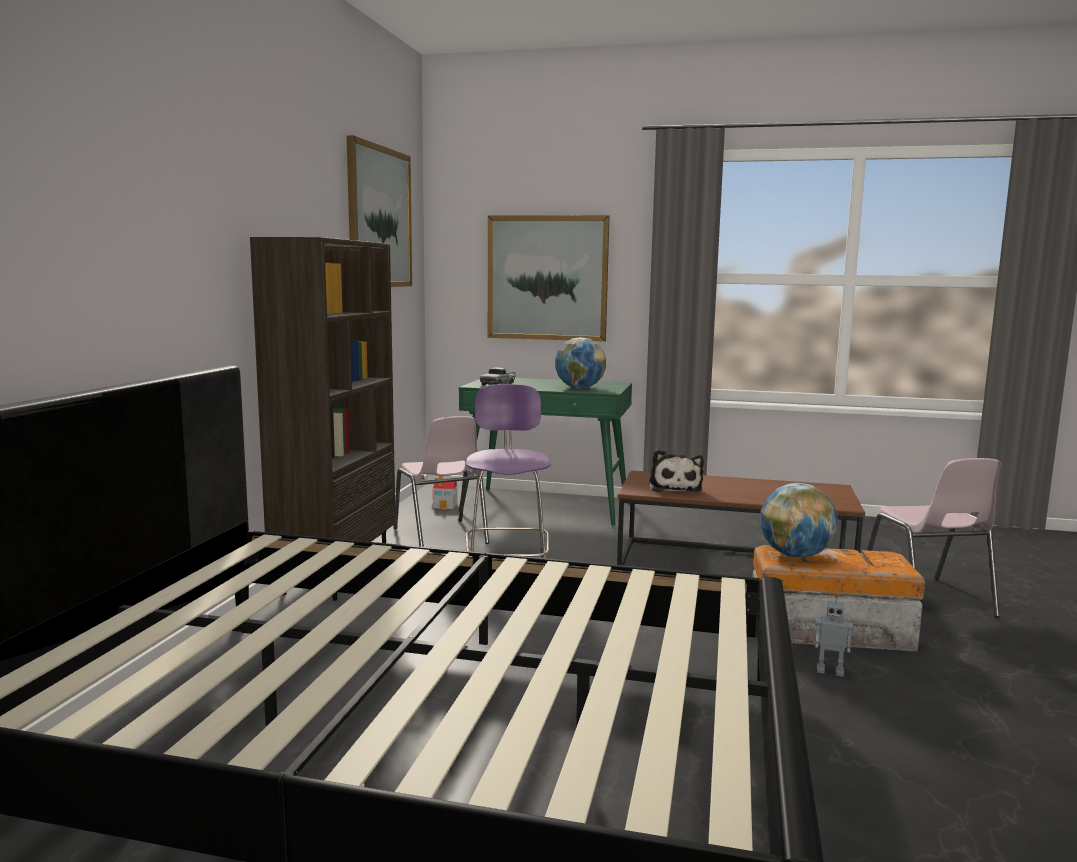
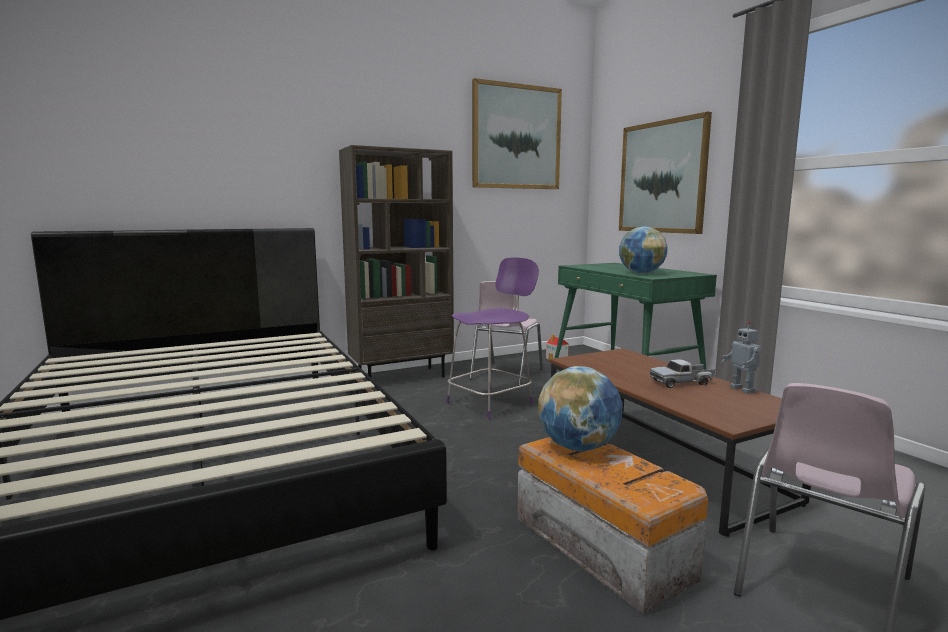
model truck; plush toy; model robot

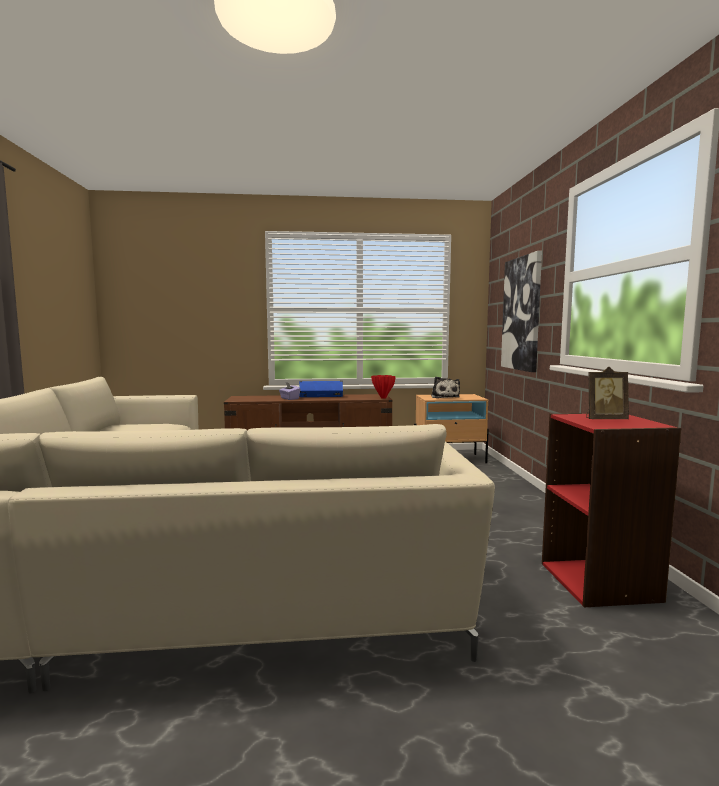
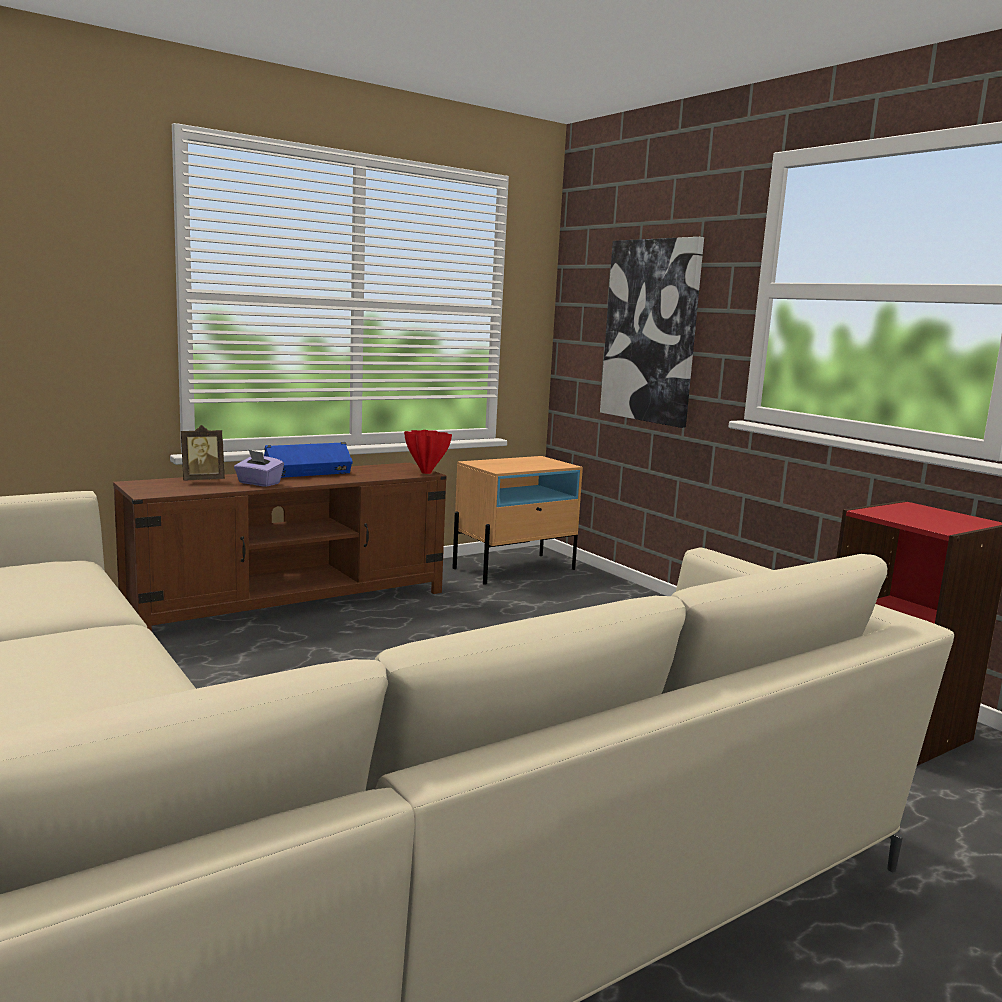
standing frame; plush toy

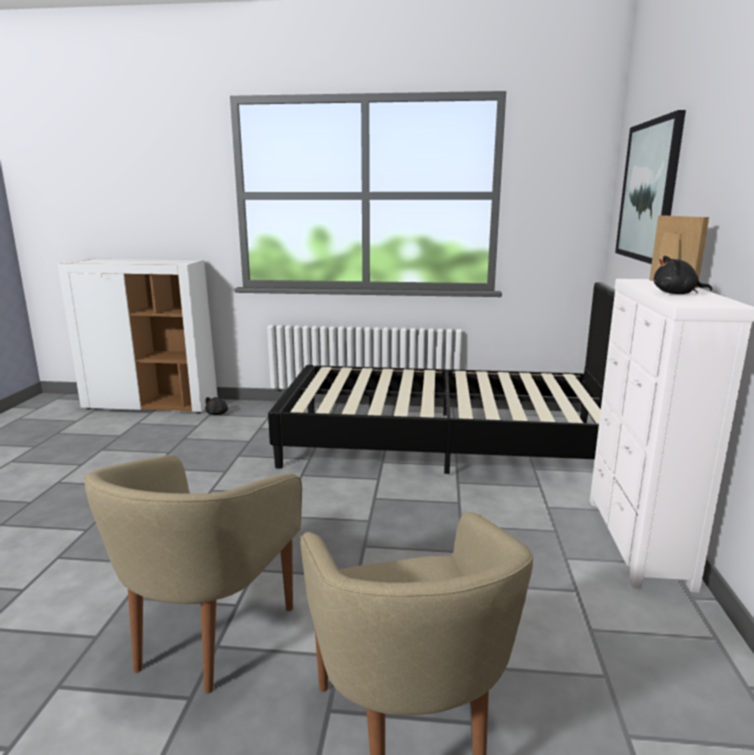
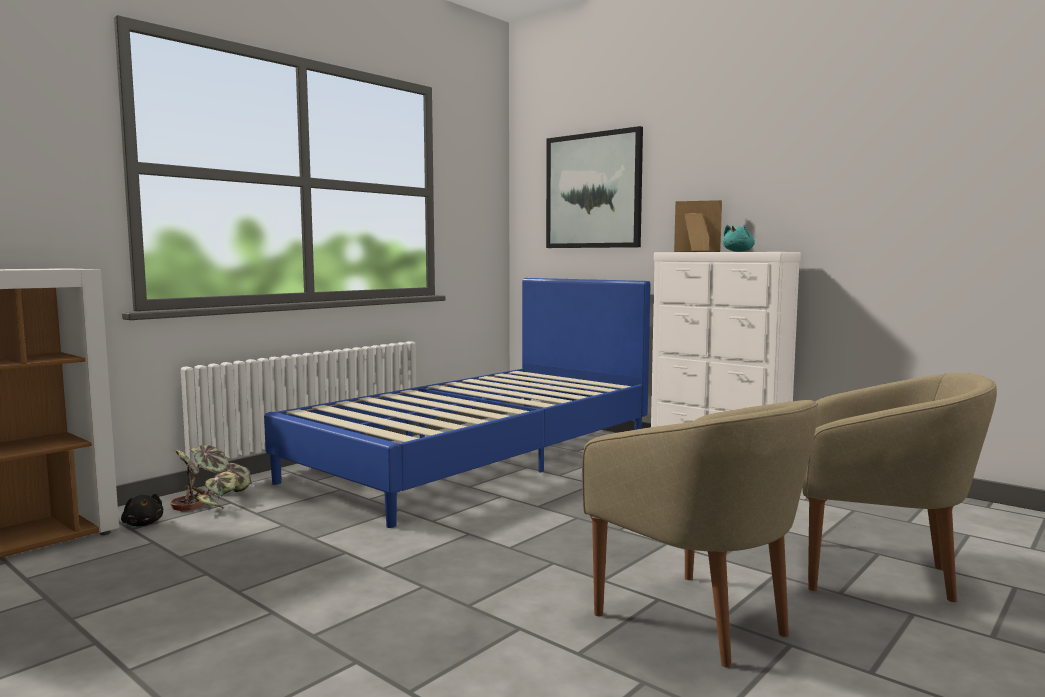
turquoise plush toy; blue-coloured bedroom bed; plant in a pot

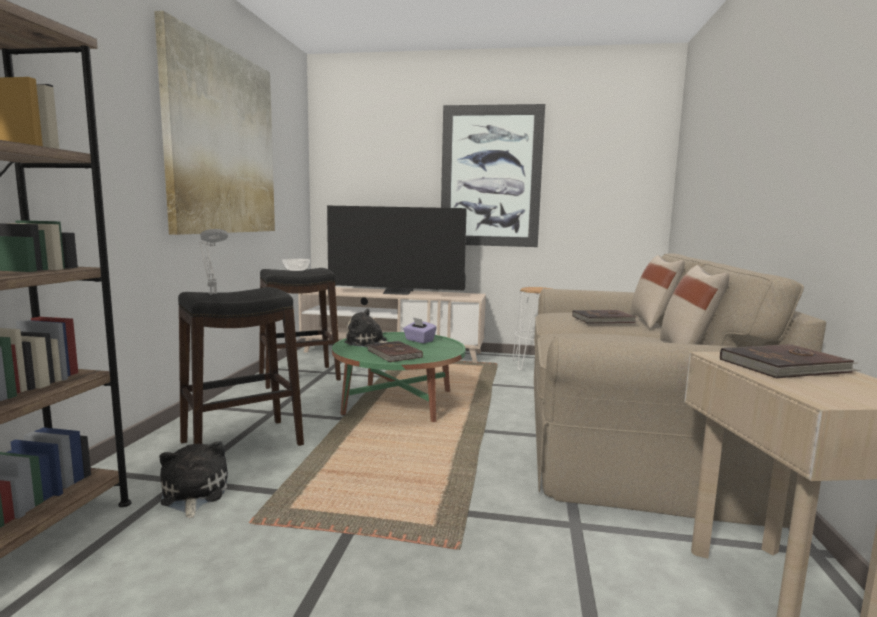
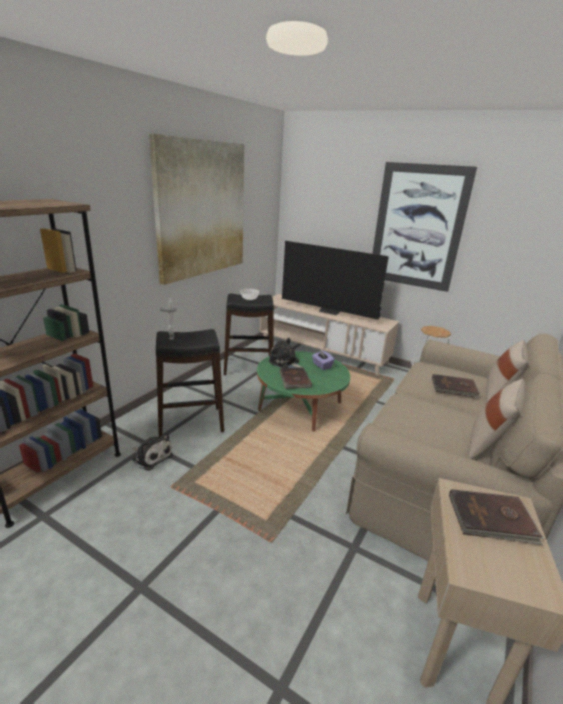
plush toy (no. 1 from left)

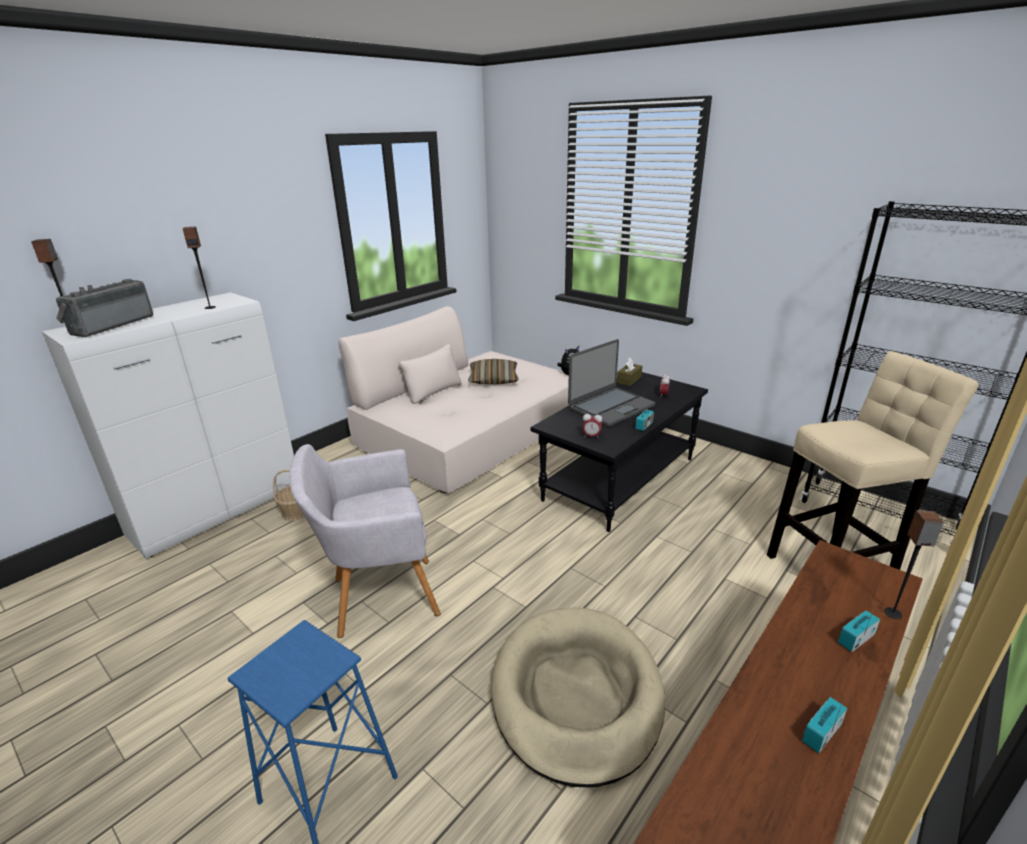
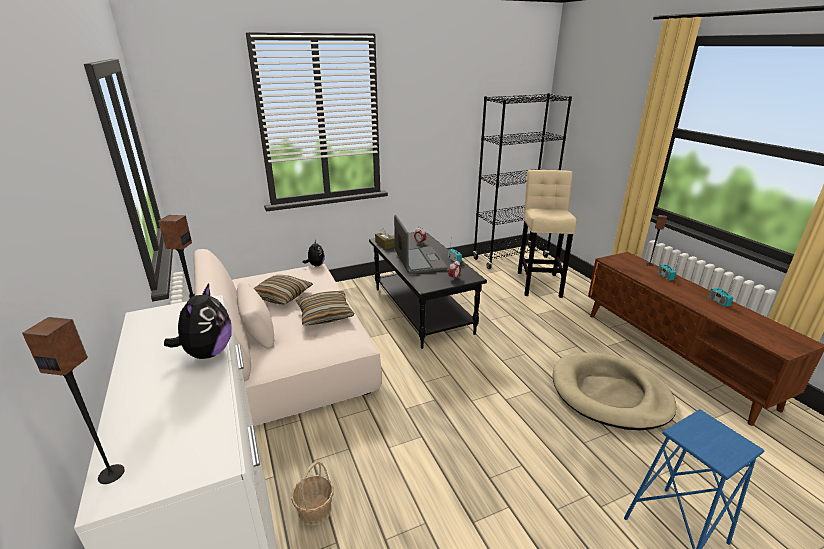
radio set (no. 1 from left in the first image); greyish easy chair; plush toy (no. 1 from left); cushion (no. 2 from left)

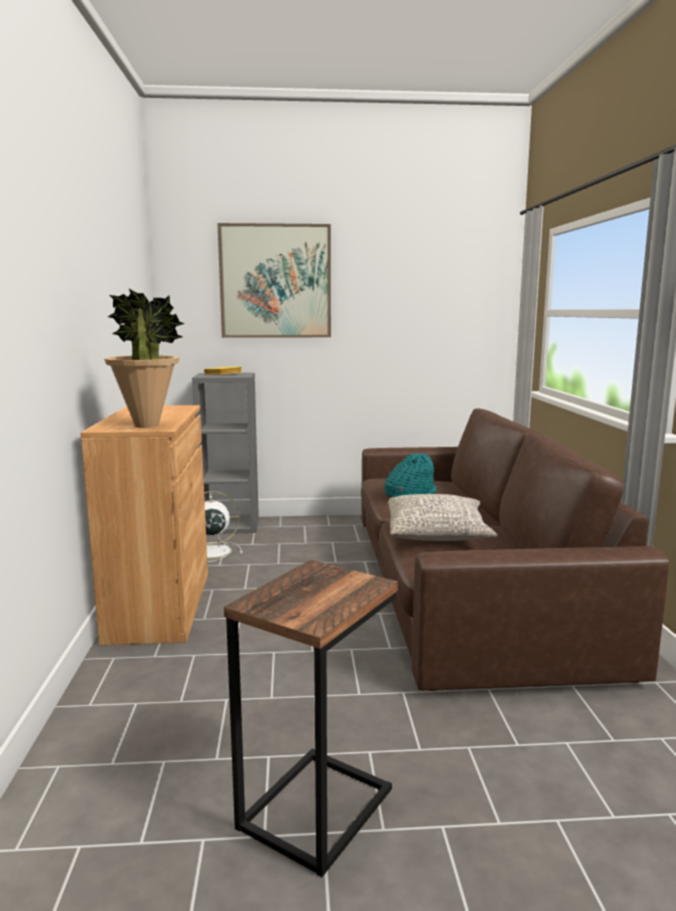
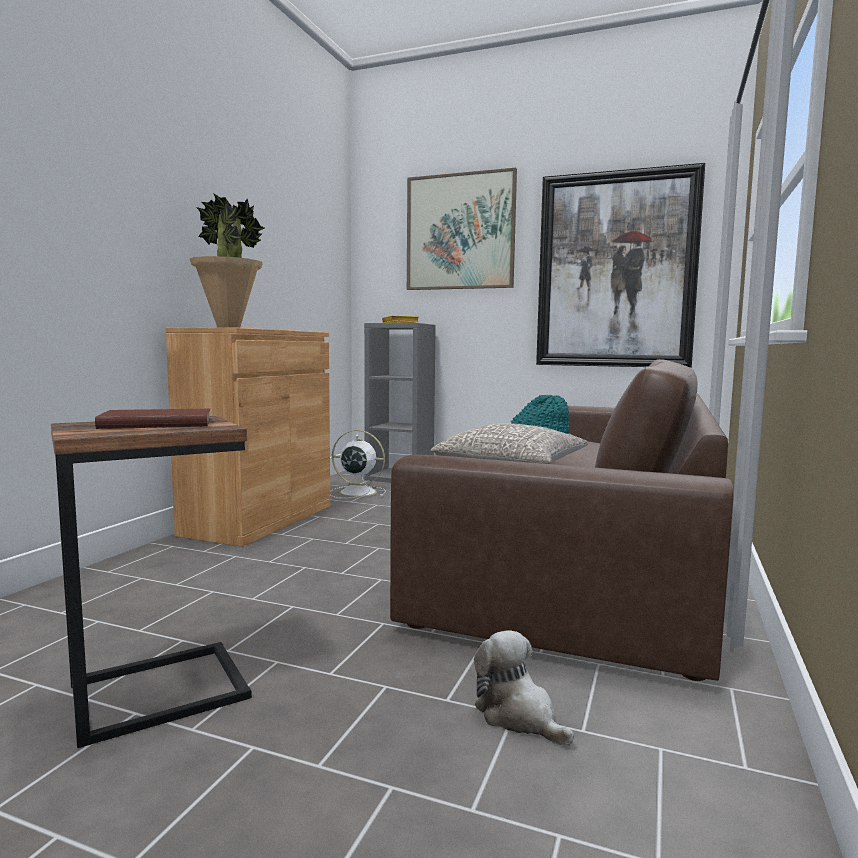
picture (no. 2 from left); brownish volume; plush toy

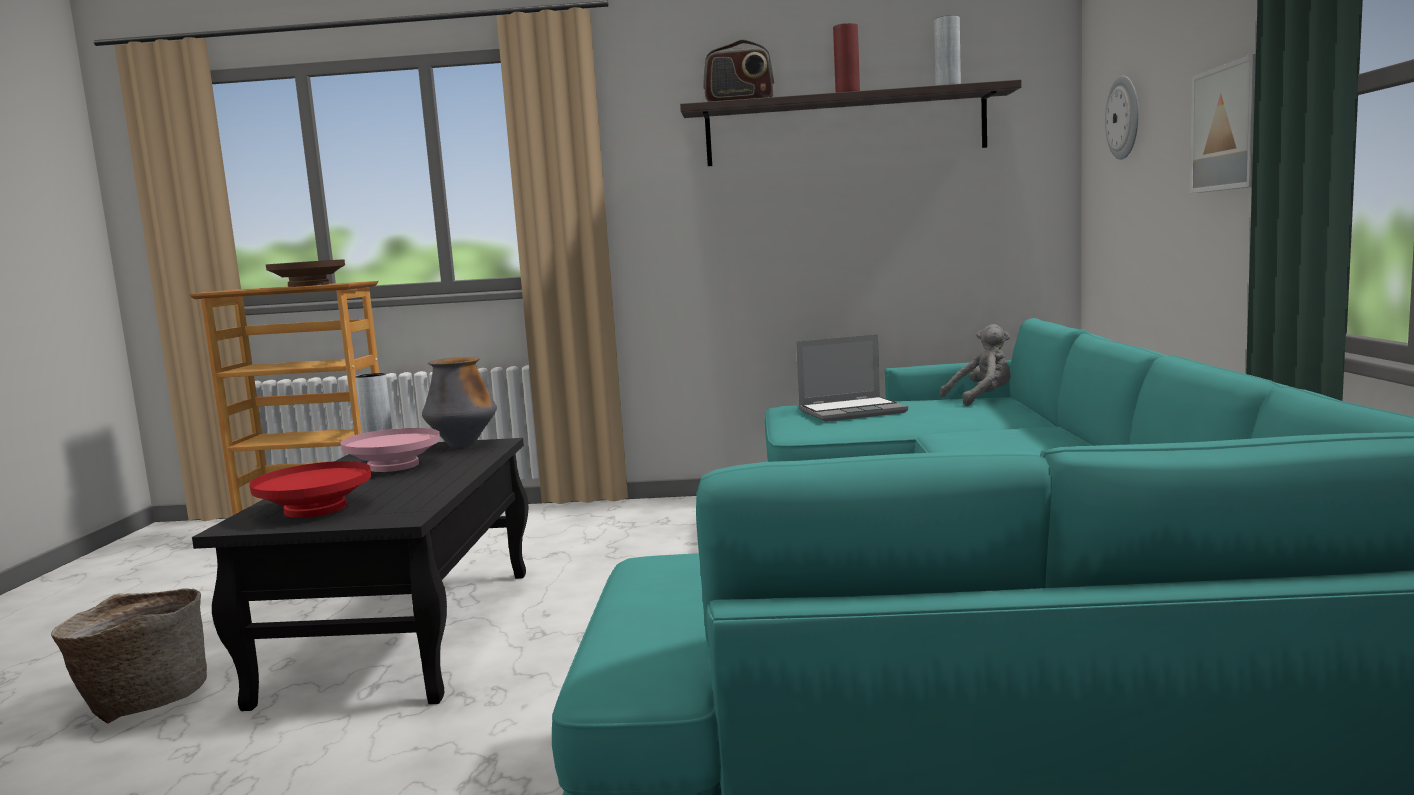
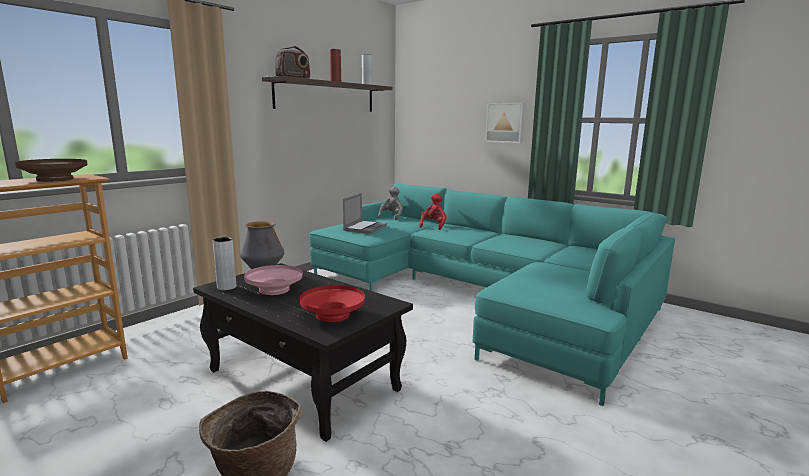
clock on the wall; reddish plush toy

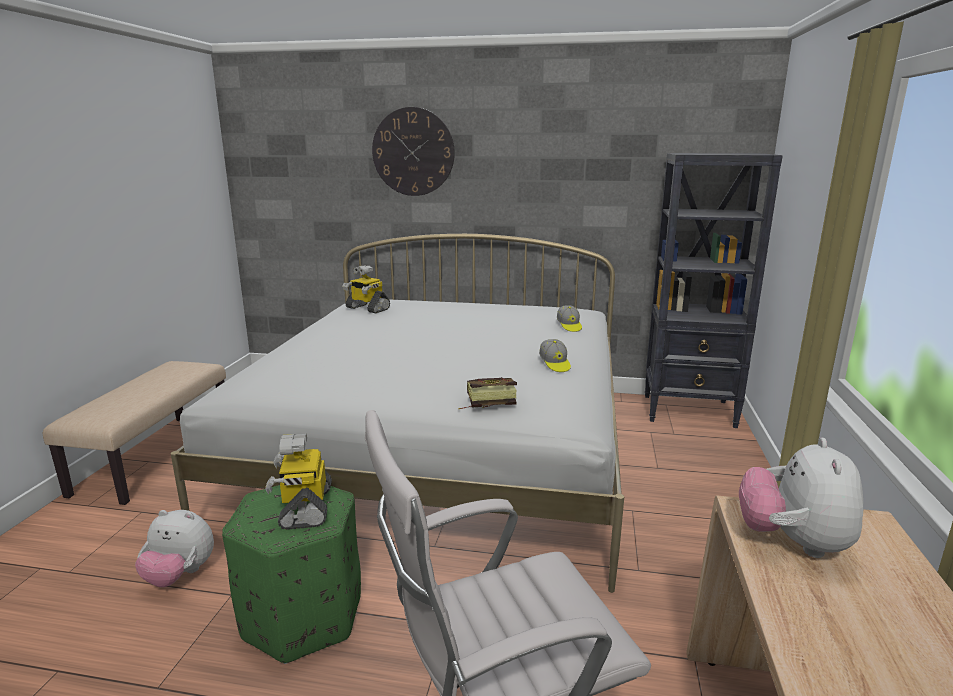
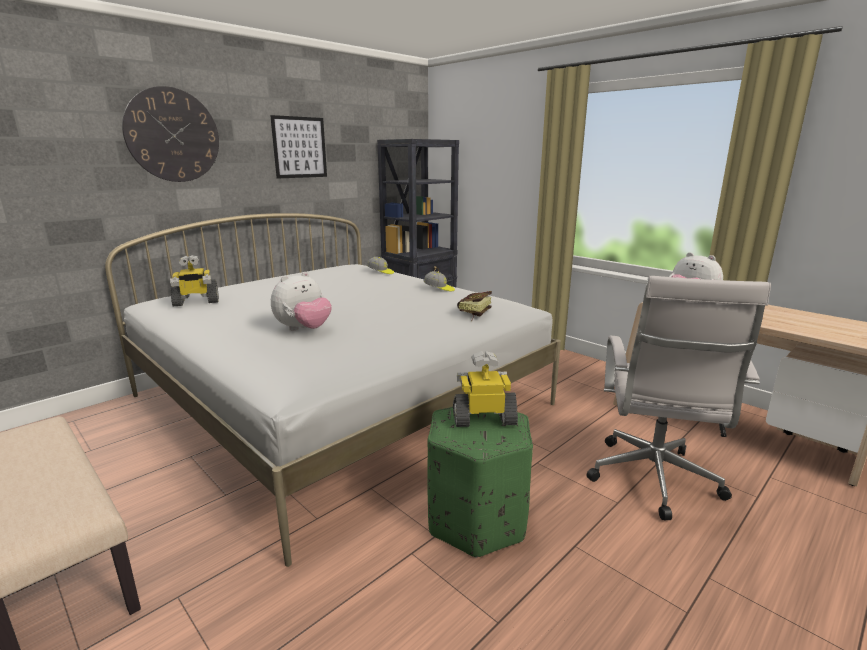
model robot (no. 2 from left); plush toy (no. 1 from left); picture

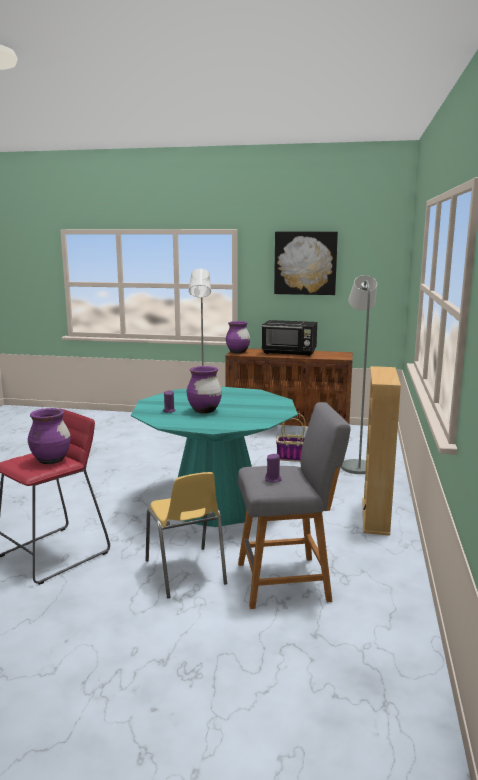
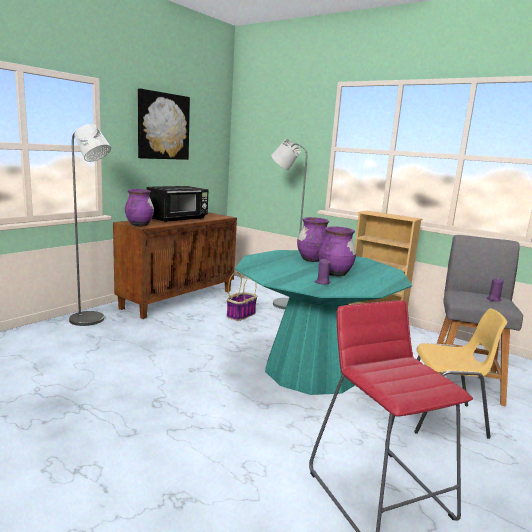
purple-coloured flower vase (no. 2 from left)

